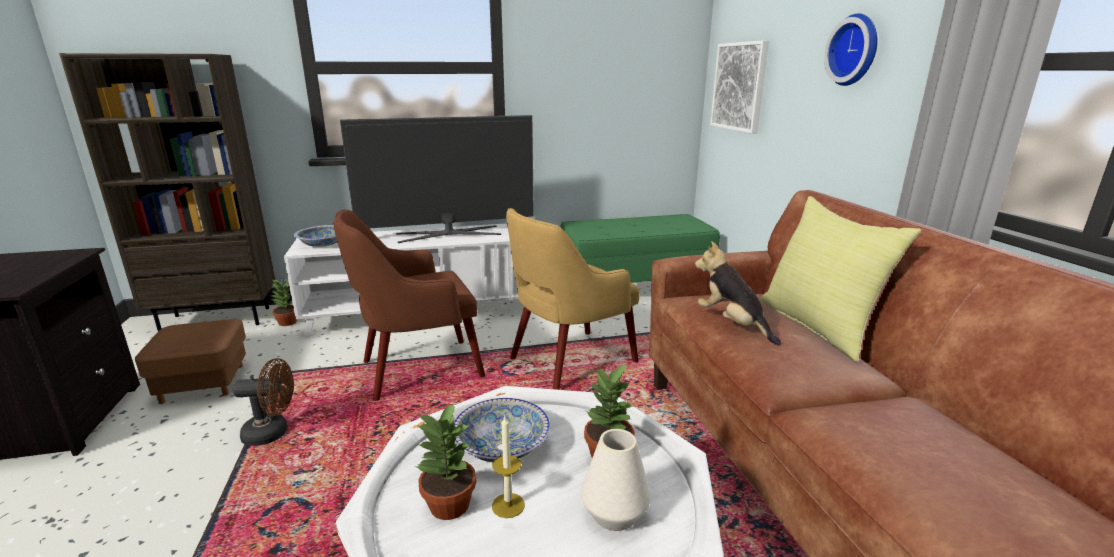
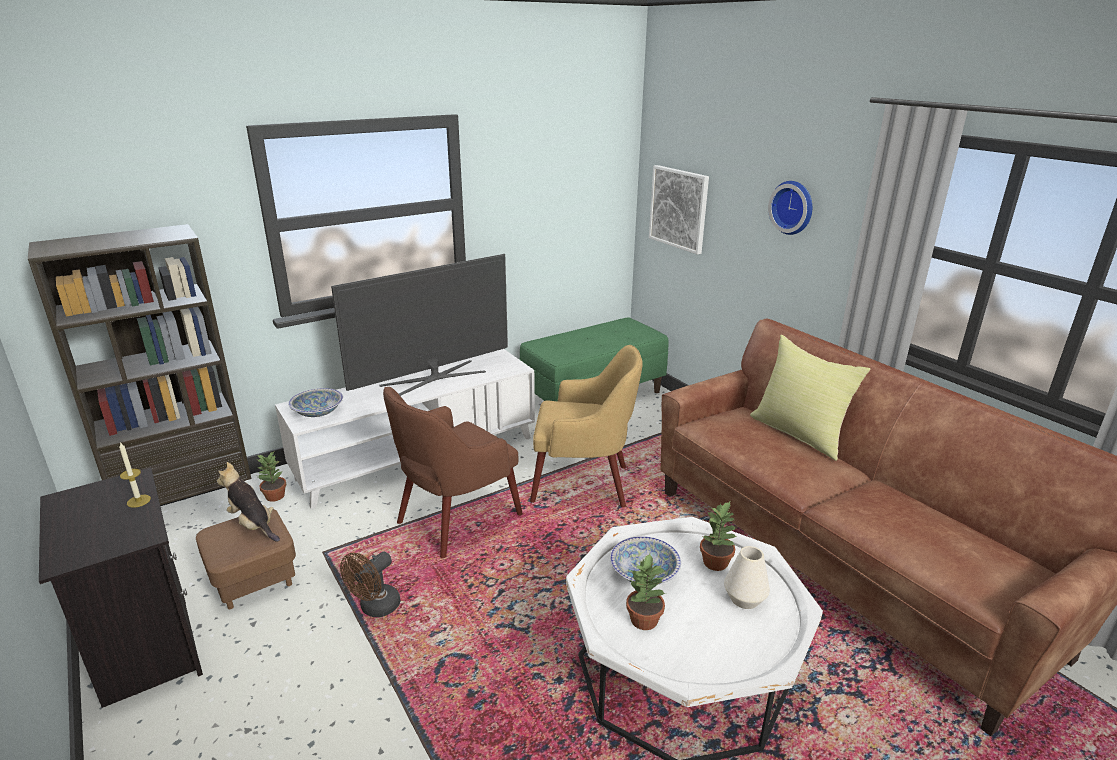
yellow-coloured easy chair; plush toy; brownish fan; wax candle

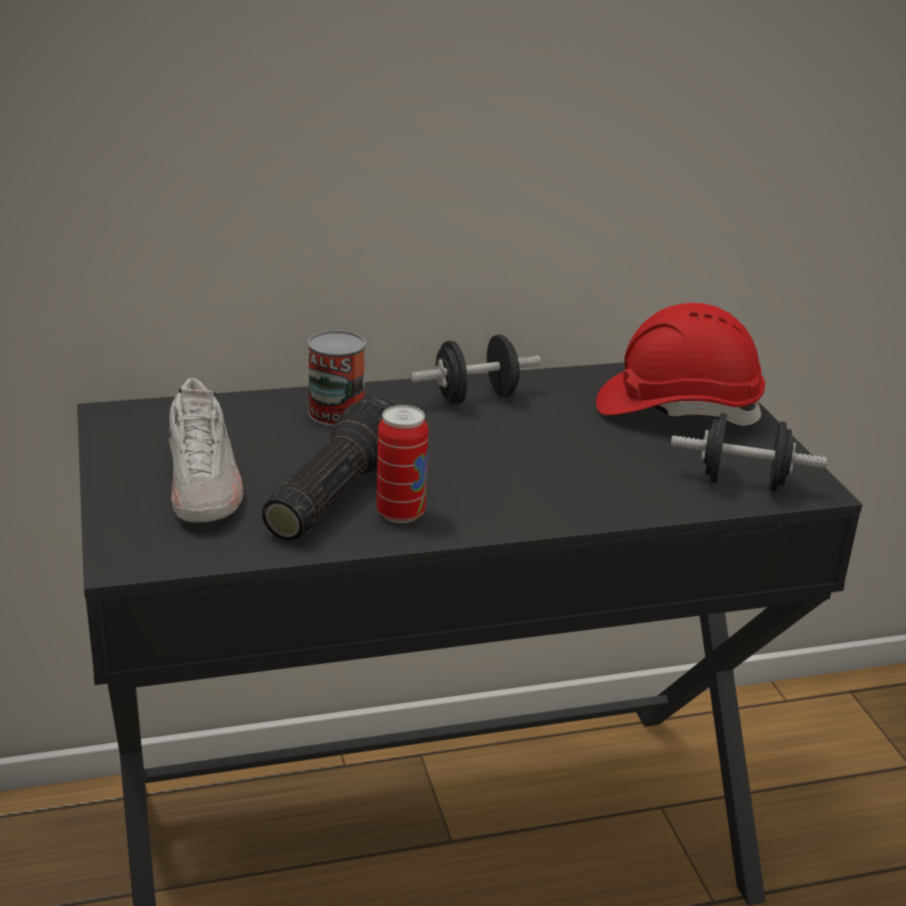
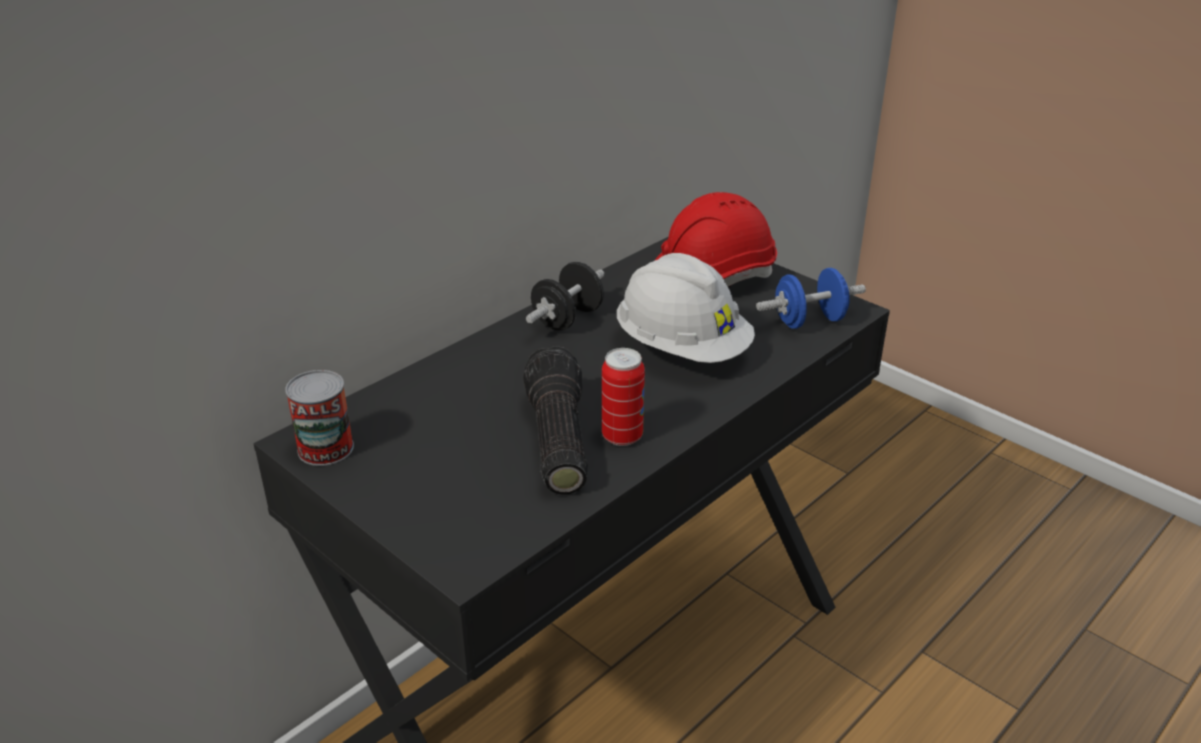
sealed can (no. 1 from left); whitish shoe; blue-coloured dumbbell; whitish work helmet

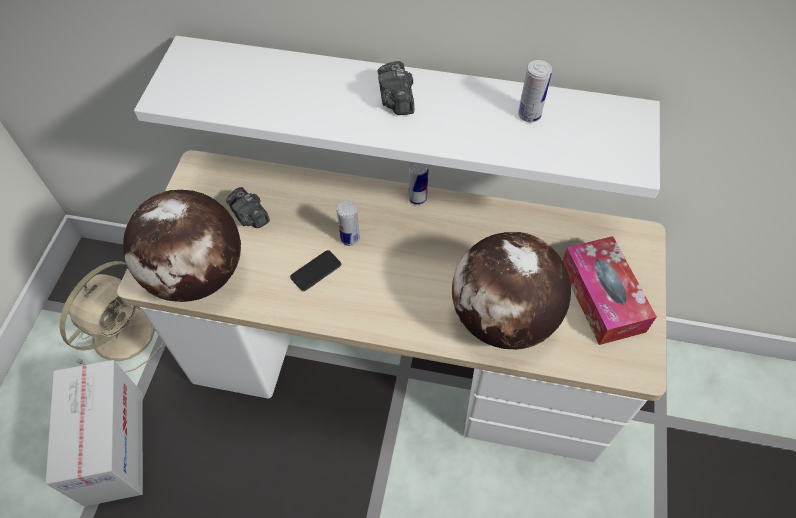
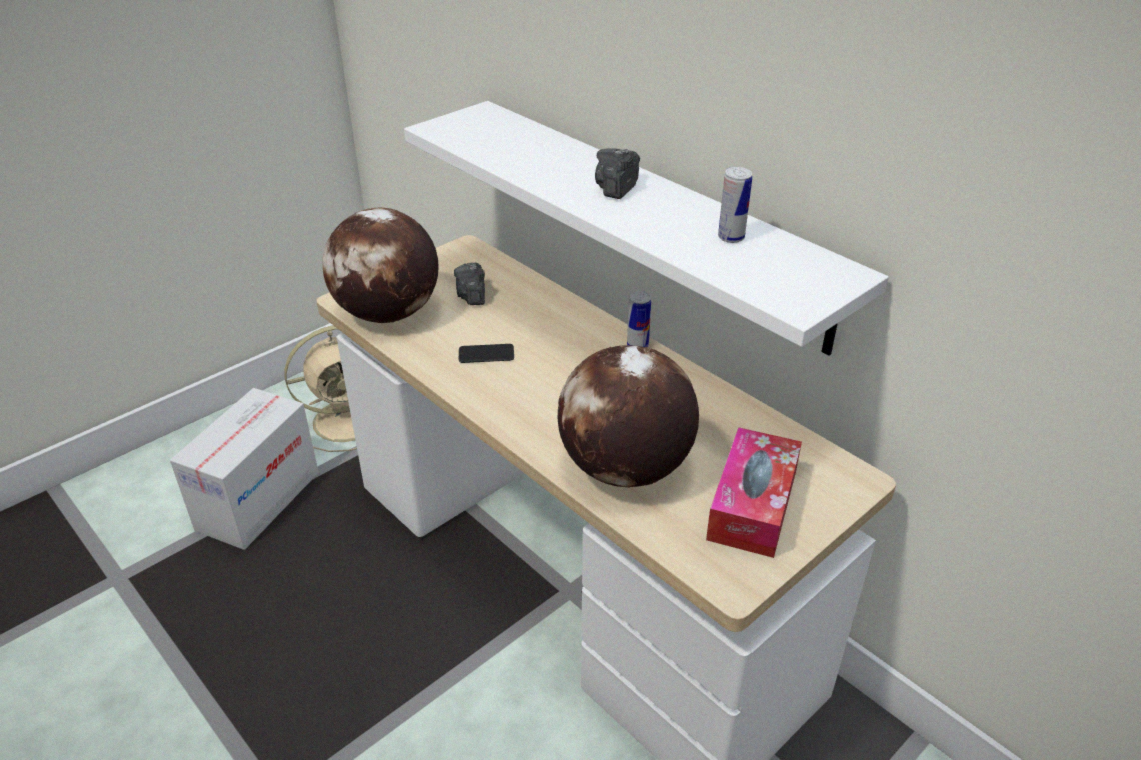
sealed can (no. 1 from left in the first image)

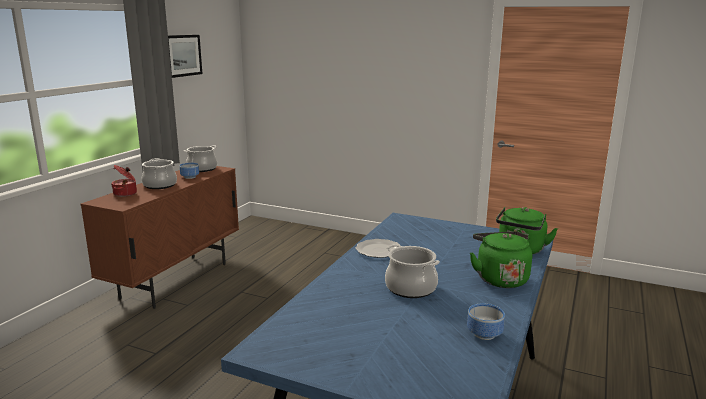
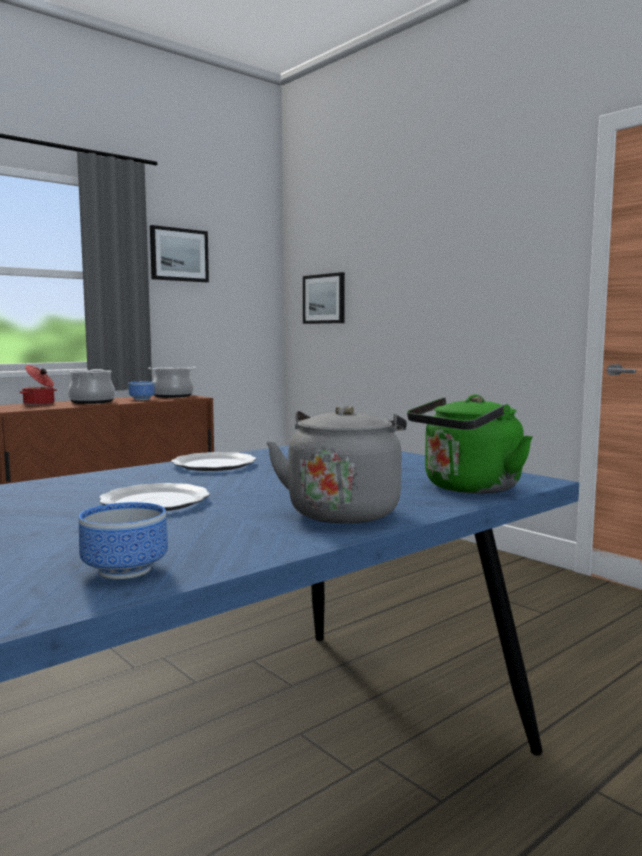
greyish water kettle; plate (no. 1 from left); picture (no. 2 from left)

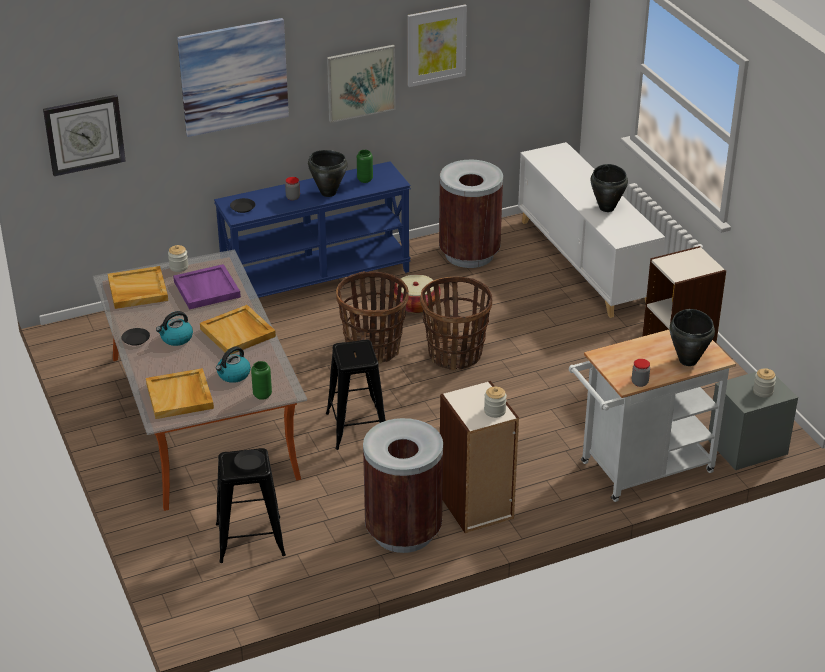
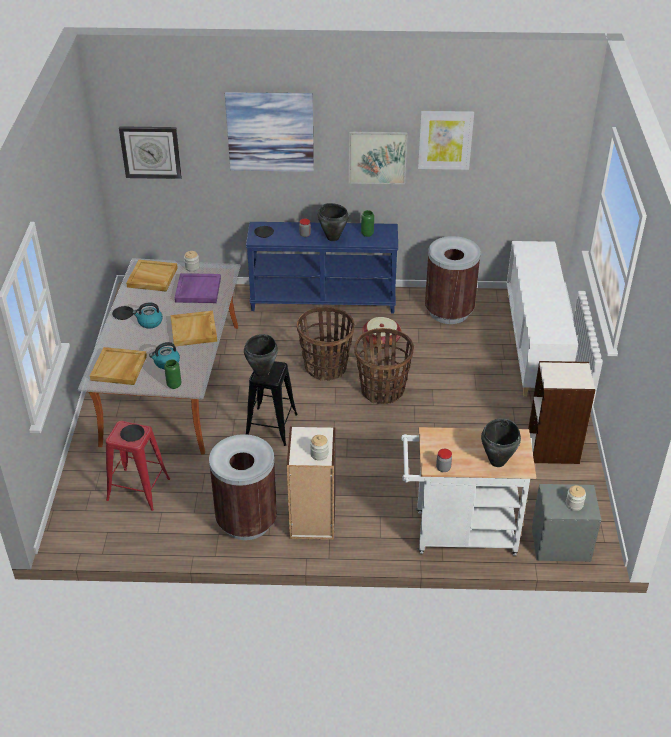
black-coloured cooking pot (no. 1 from left); reddish sitting stool

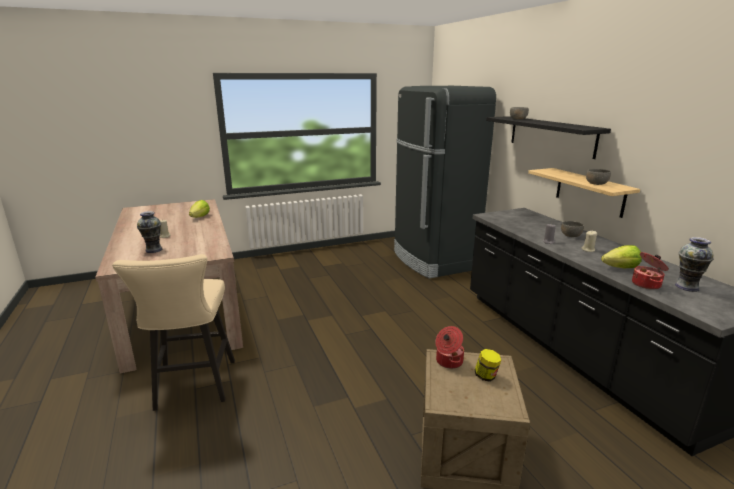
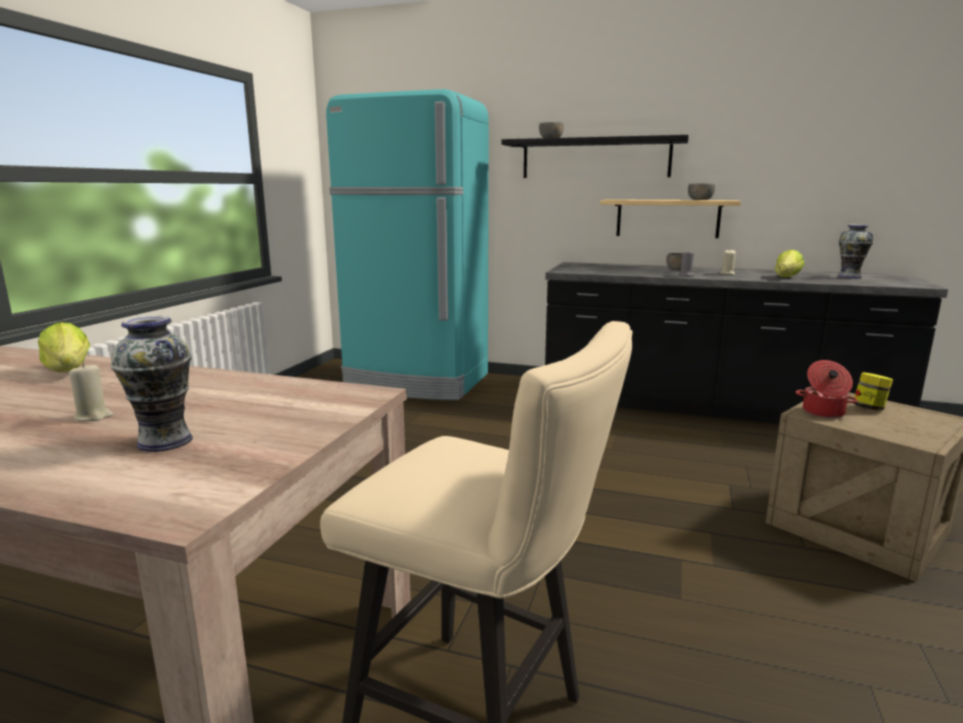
turquoise kitchen fridge; cooking pot (no. 2 from left in the first image)

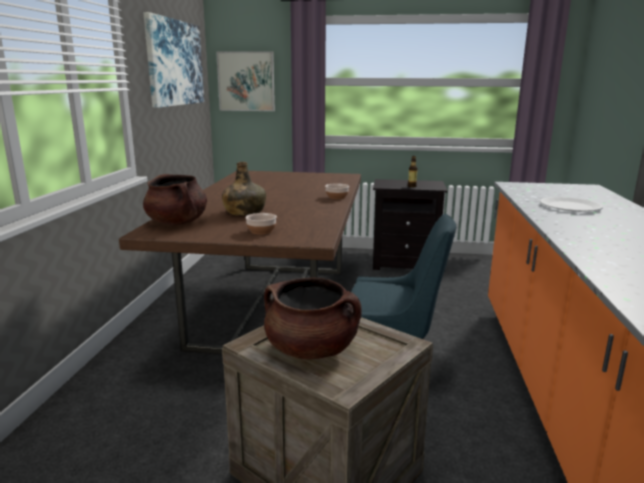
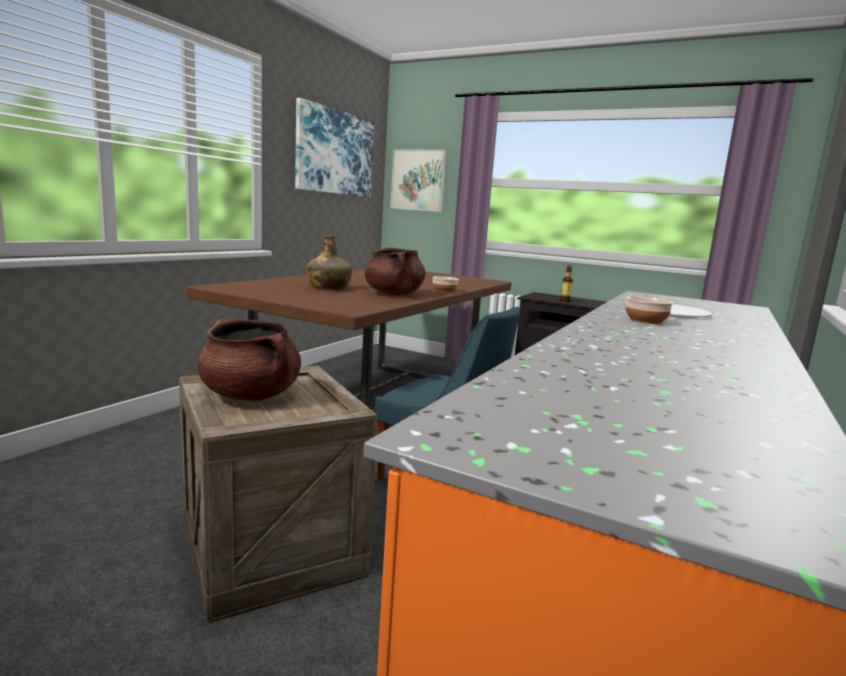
brownish cooking pot (no. 2 from left); deep dish (no. 2 from left)

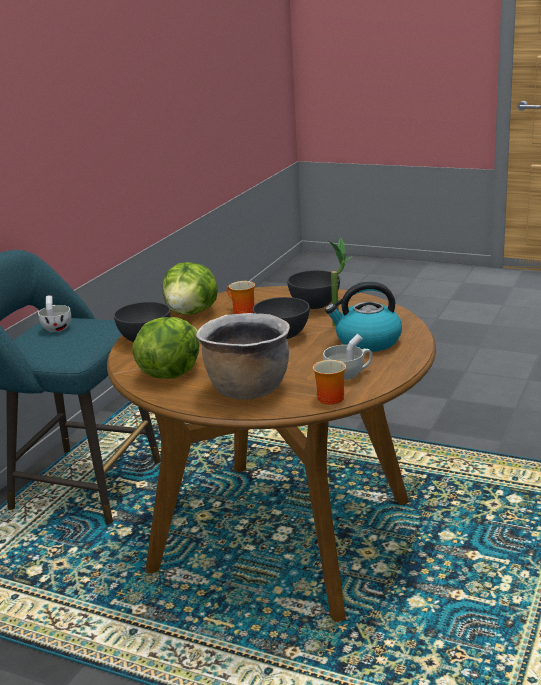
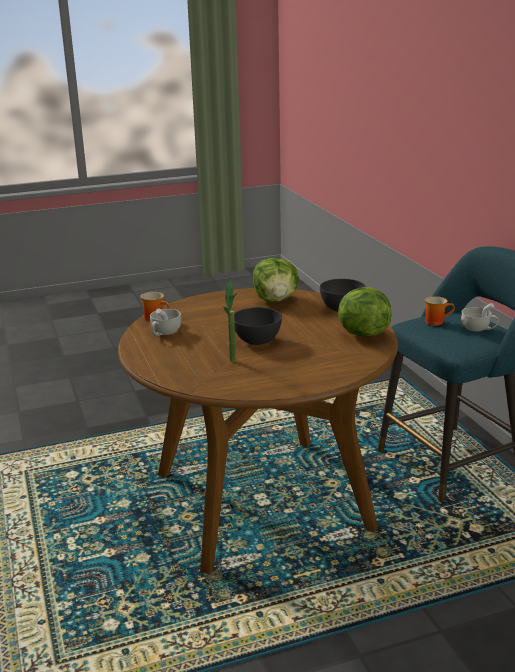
greyish deep dish (no. 3 from left in the first image); mug (no. 2 from left); water kettle; brownish cooking pot

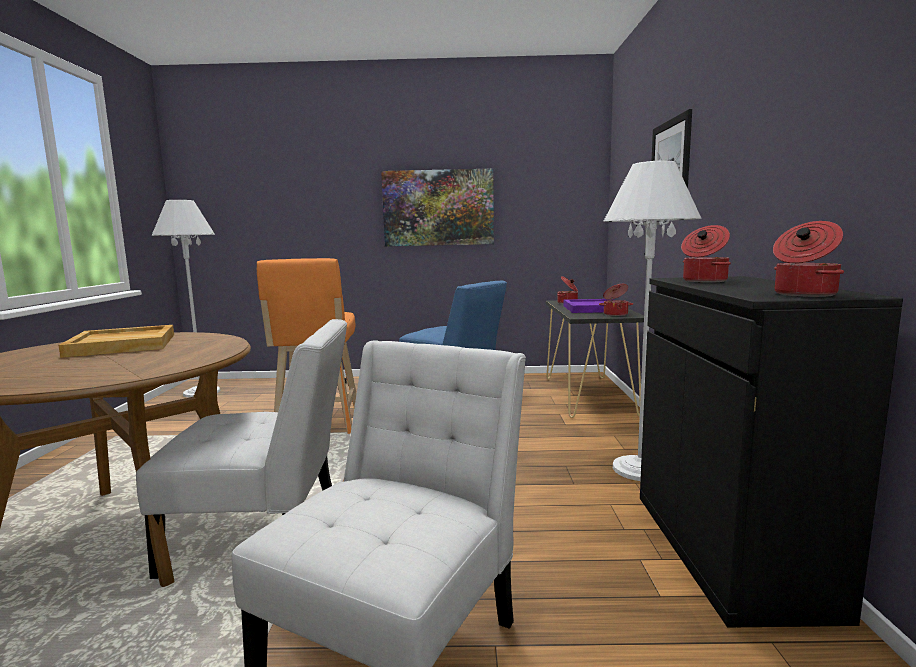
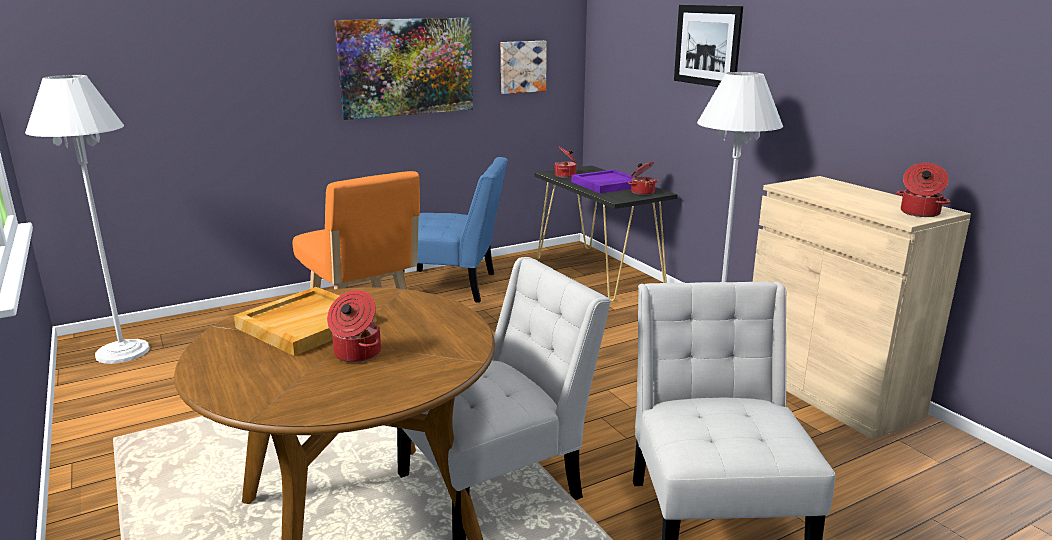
cooking pot (no. 1 from left); beige storage cabinet; picture (no. 2 from left)

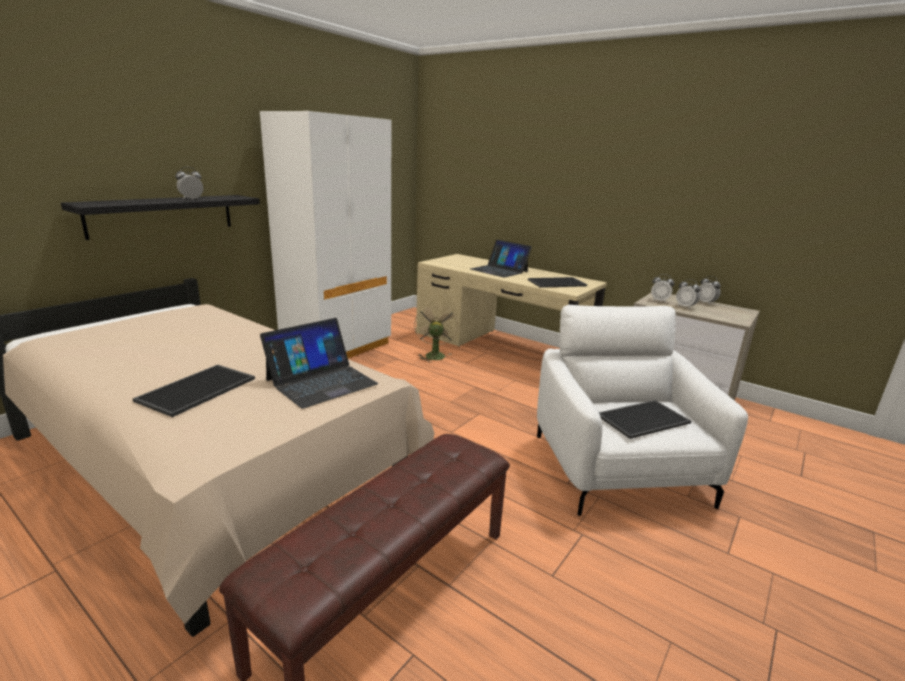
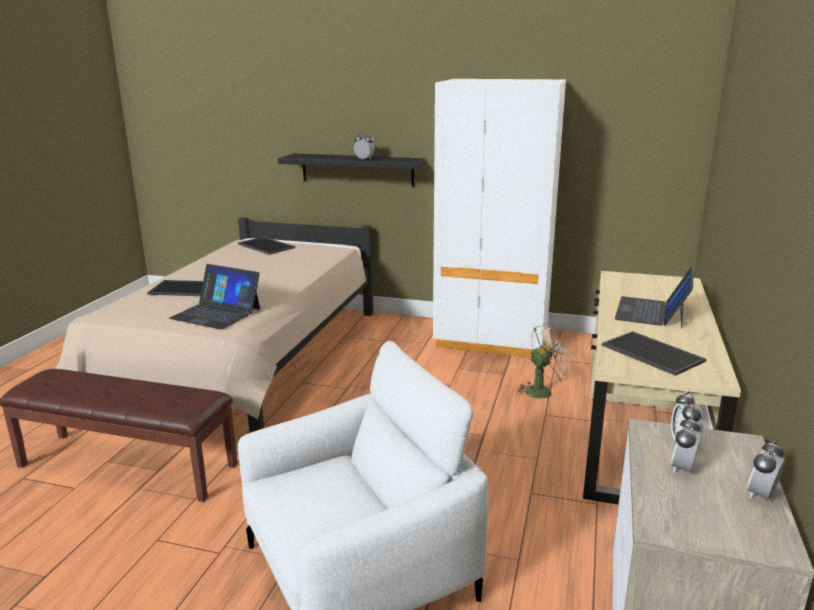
serving tray (no. 2 from left)

